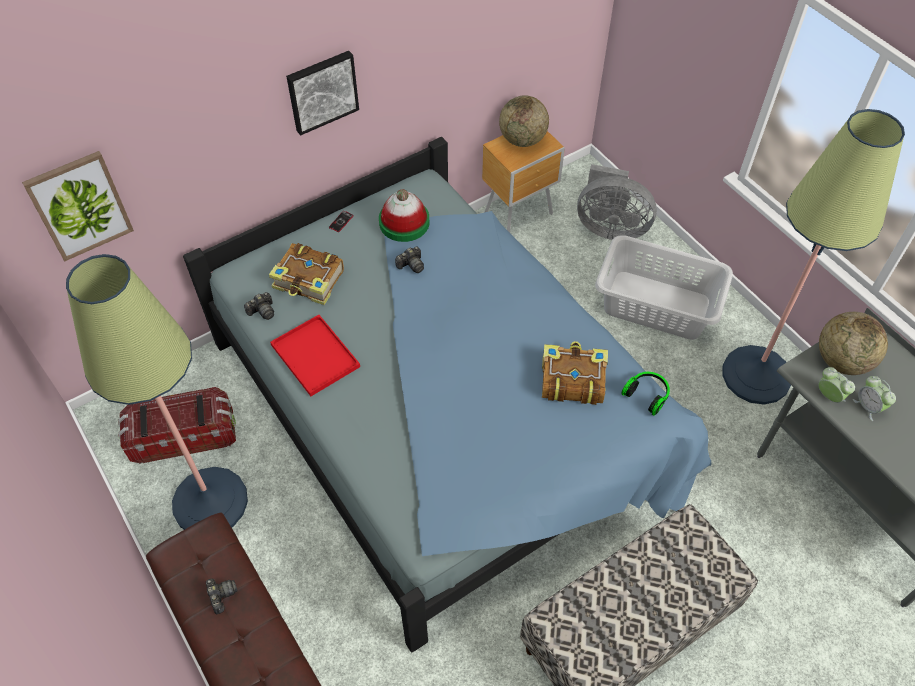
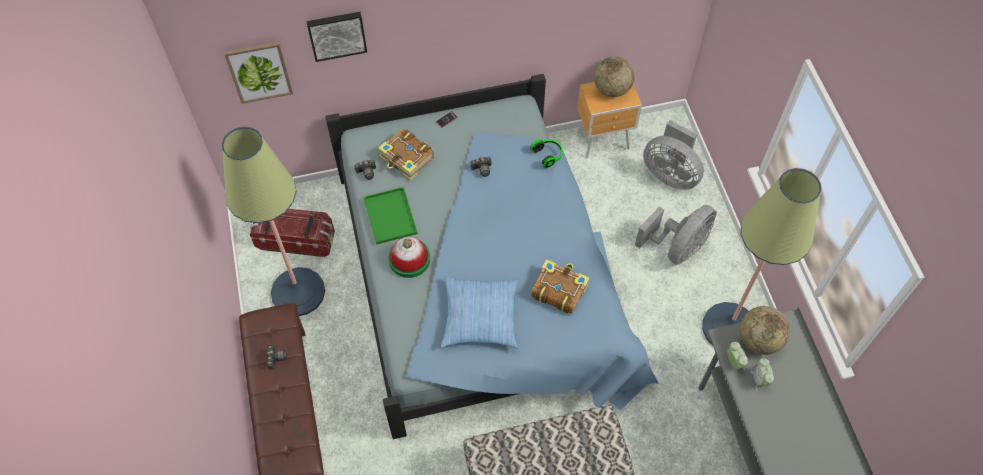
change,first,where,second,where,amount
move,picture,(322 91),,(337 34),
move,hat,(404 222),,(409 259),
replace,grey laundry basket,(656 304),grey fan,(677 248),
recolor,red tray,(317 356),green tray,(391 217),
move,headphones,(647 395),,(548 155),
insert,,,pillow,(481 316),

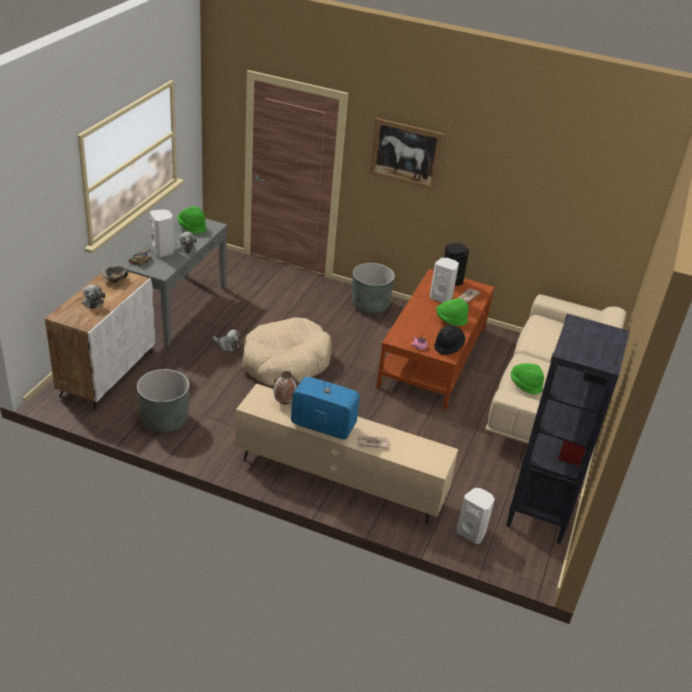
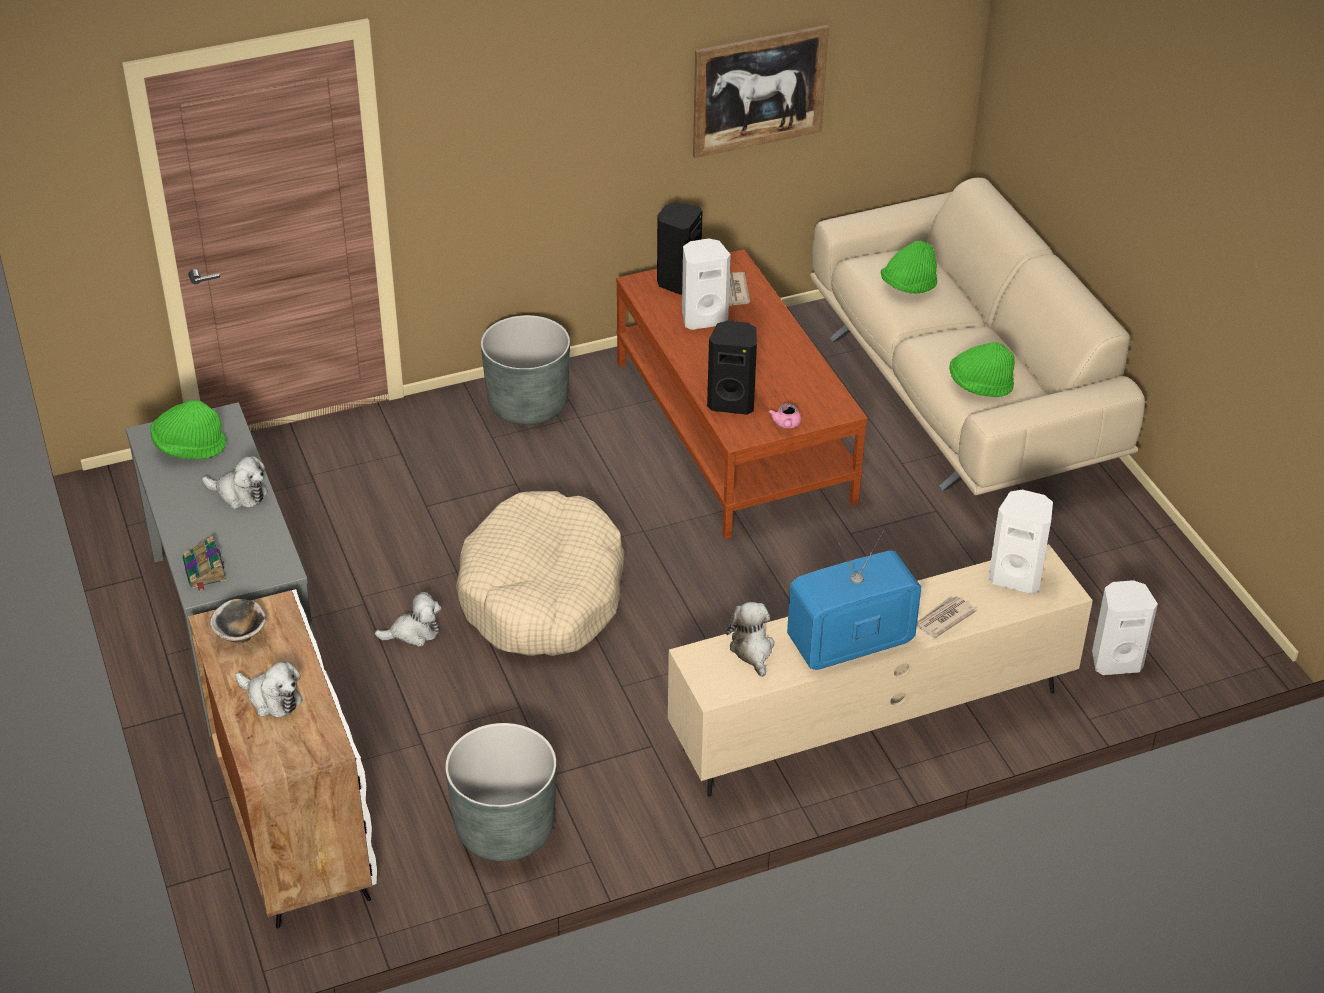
change,first,where,second,where,amount
move,picture,(405 153),,(759 90),
move,white speaker,(163 251),,(1016 576),
move,green hat,(450 320),,(908 286),
delete,black bookcase,(539 512),,,
delete,black hat,(448 346),,,
replace,vase,(284 403),plush toy,(752 650),
insert,,,black speaker,(732 402),

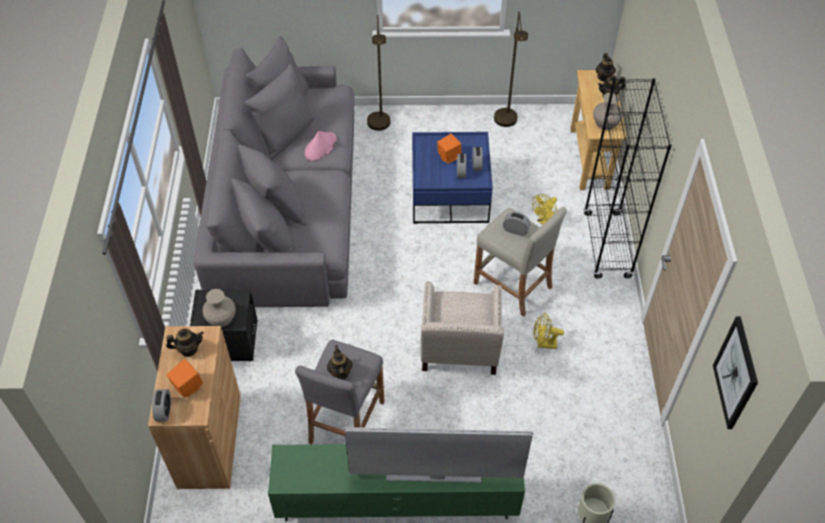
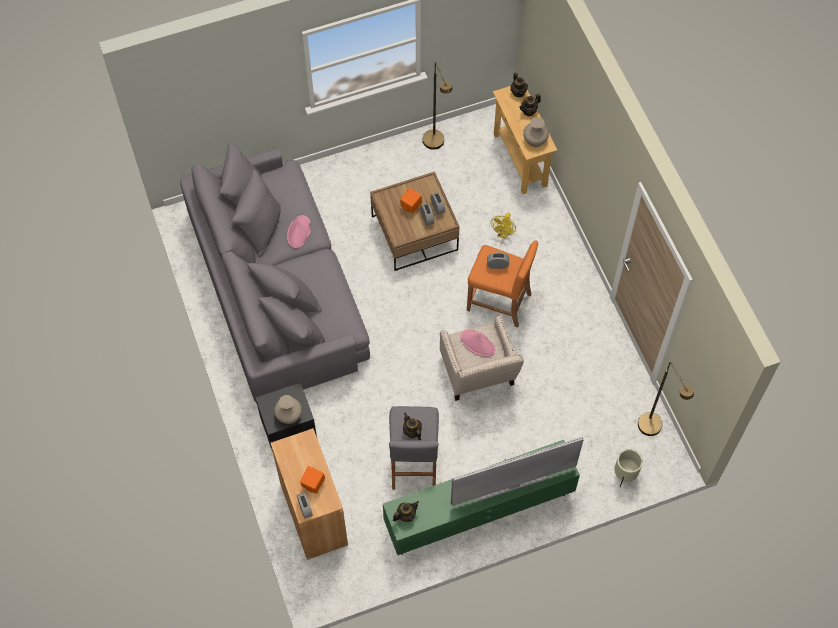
change,first,where,second,where,amount
move,brown floor lamp,(380 127),,(653 430),
delete,black bookcase,(607 245),,,
recolor,blue coffee table,(449 195),brown coffee table,(414 233),
recolor,beige stool,(512 285),orange stool,(499 302),
delete,yellow fan,(543 343),,,
delete,picture,(736 373),,,
move,teapot,(188 349),,(405 515),
insert,,,pink hat,(477 343),

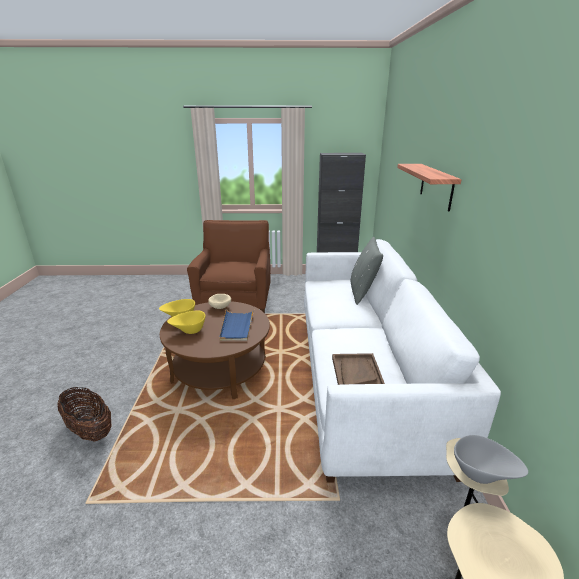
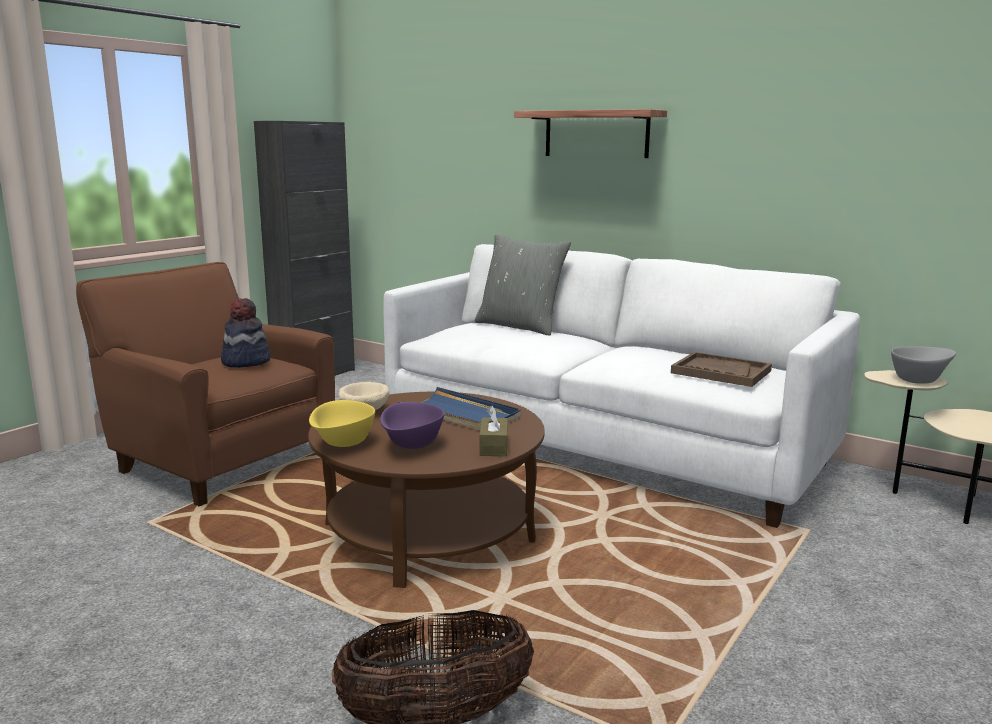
change,first,where,second,where,amount
recolor,yellow bowl,(189 330),purple bowl,(410 446),
insert,,,hat,(245 361),
insert,,,brown tissue box,(493 446),

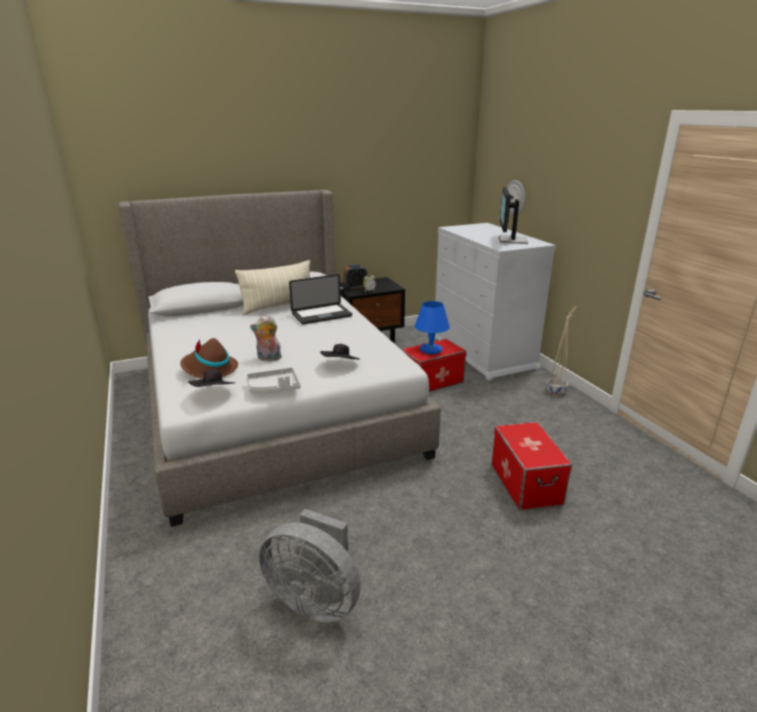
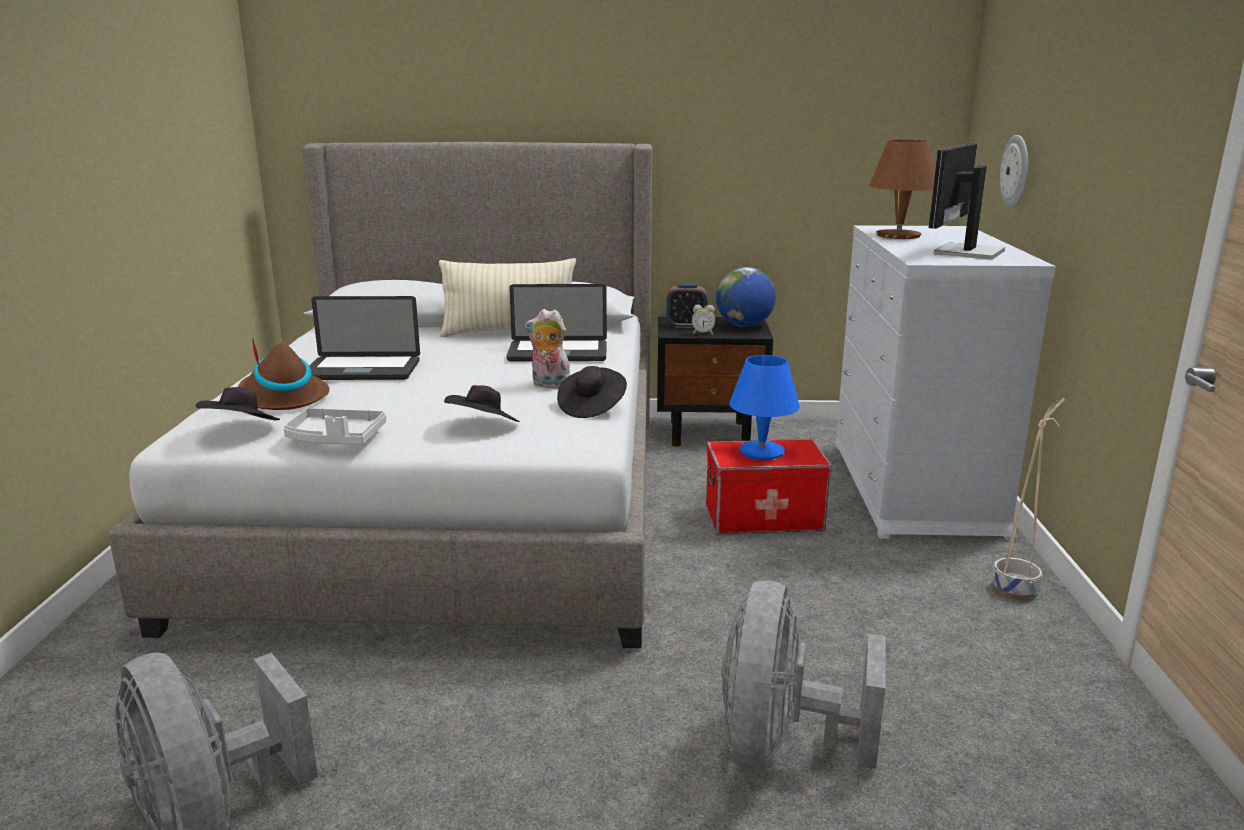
change,first,where,second,where,amount
move,plush toy,(268 359),,(549 385),
replace,storage box,(526 483),grey fan,(781 747),
insert,,,brown table lamp,(899 235),
insert,,,globe,(744 325),
insert,,,laptop,(362 370),
insert,,,black hat,(591 407),

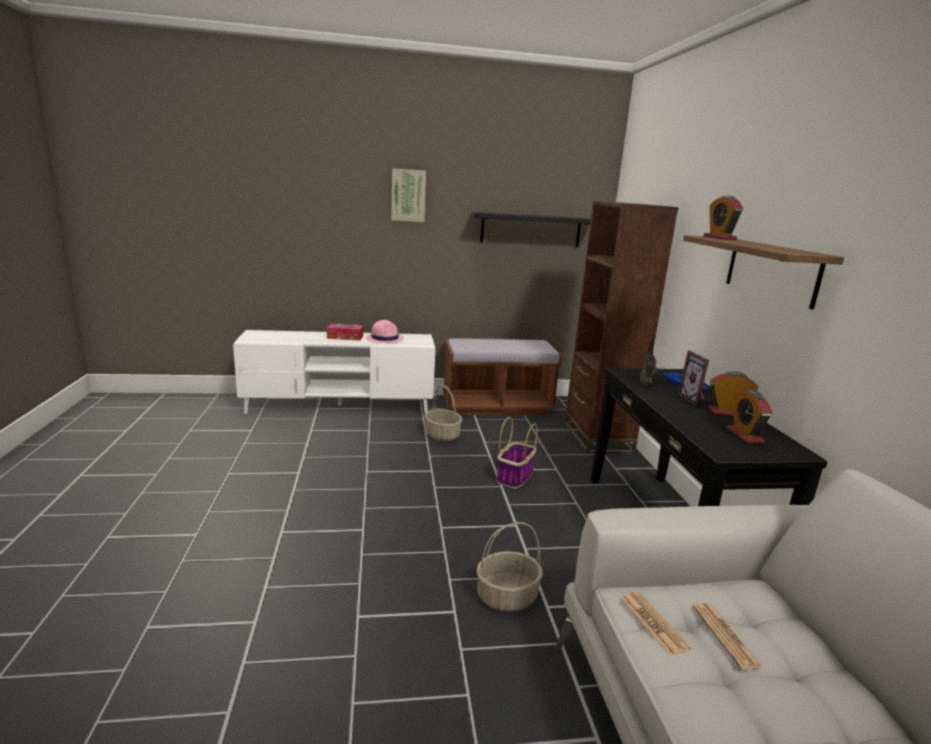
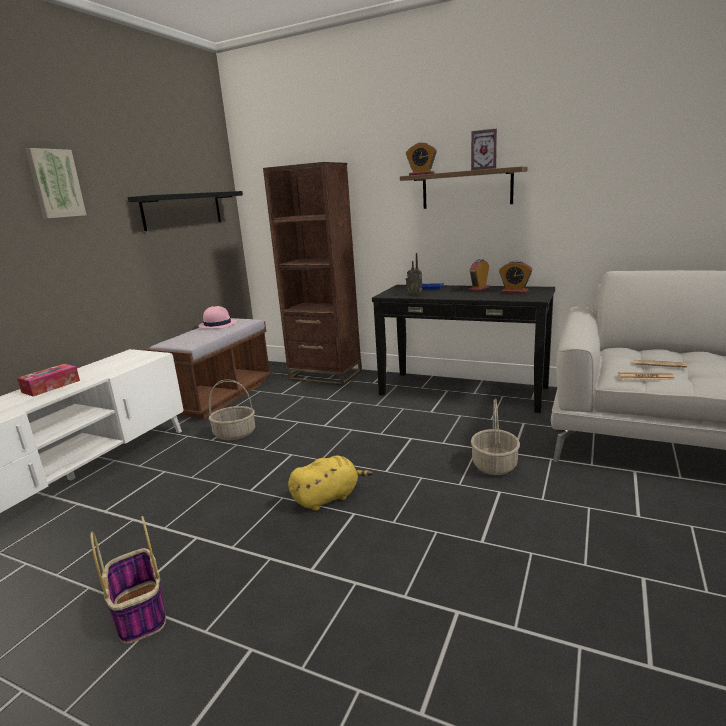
change,first,where,second,where,amount
move,pink hat,(385 338),,(217 324),
move,picture frame,(694 399),,(484 169),
move,basket,(514 476),,(139 611),
insert,,,yellow plush toy,(328 497),

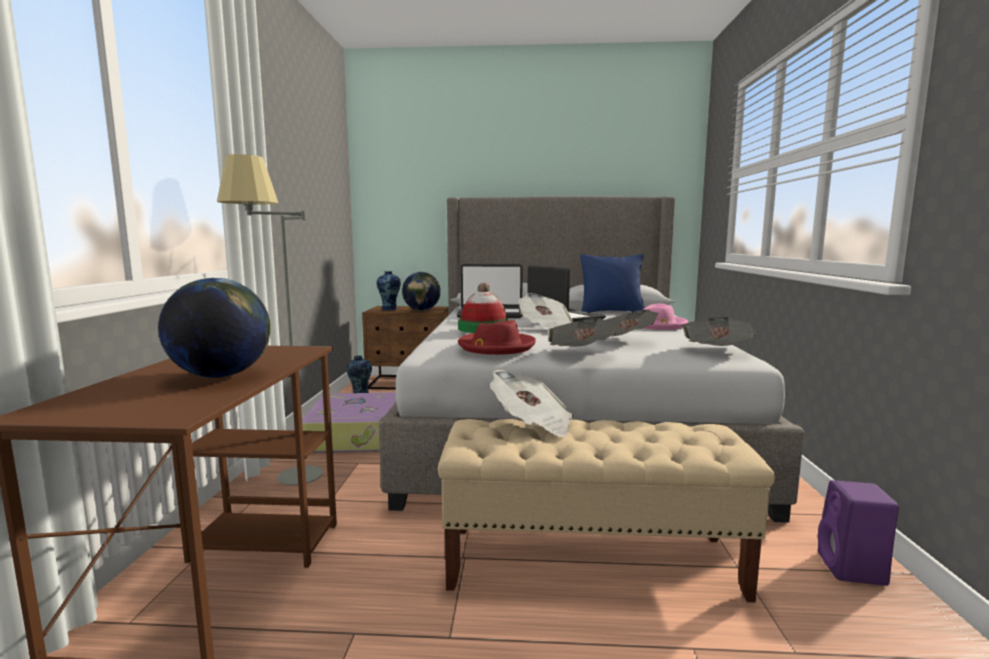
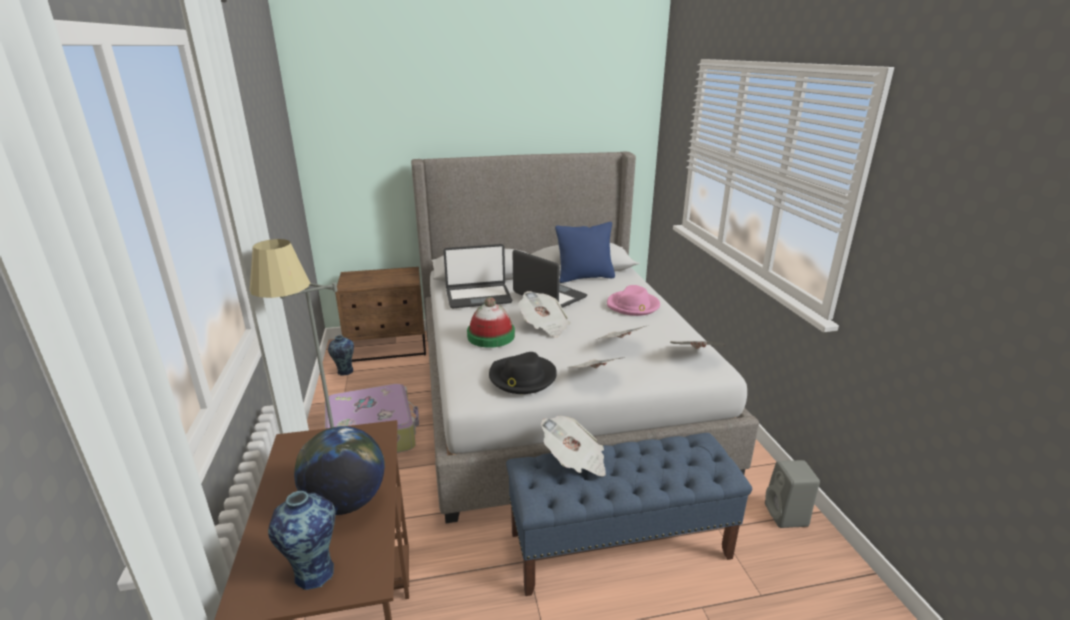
change,first,where,second,where,amount
move,vase,(389 309),,(314 571),
delete,globe,(421 310),,,
recolor,red hat,(496 347),black hat,(522 377),
recolor,beige bench,(592 561),blue bench,(620 545),
recolor,purple speaker,(853 570),grey speaker,(787 516),

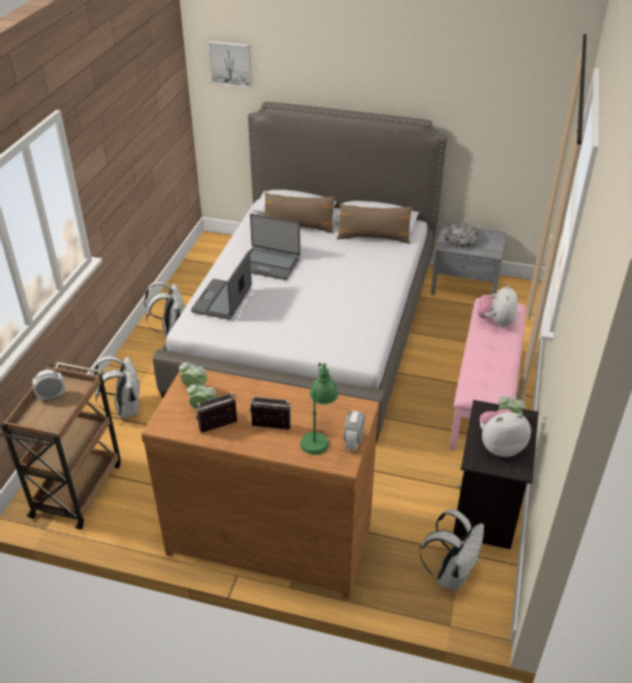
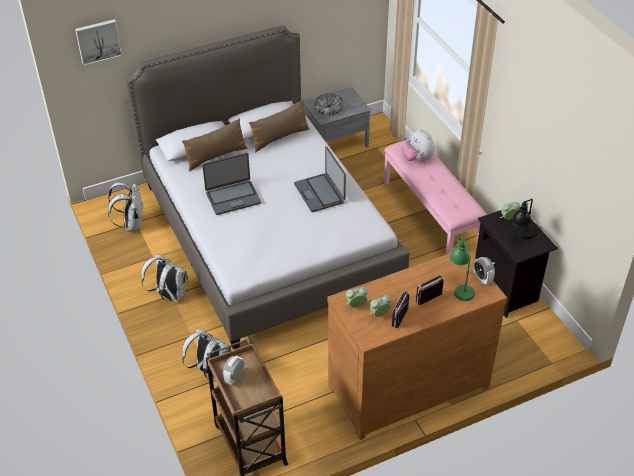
change,first,where,second,where,amount
move,laptop,(223 300),,(320 193),
replace,plush toy,(499 446),black table lamp,(521 237),
move,white backpack,(451 574),,(131 224),

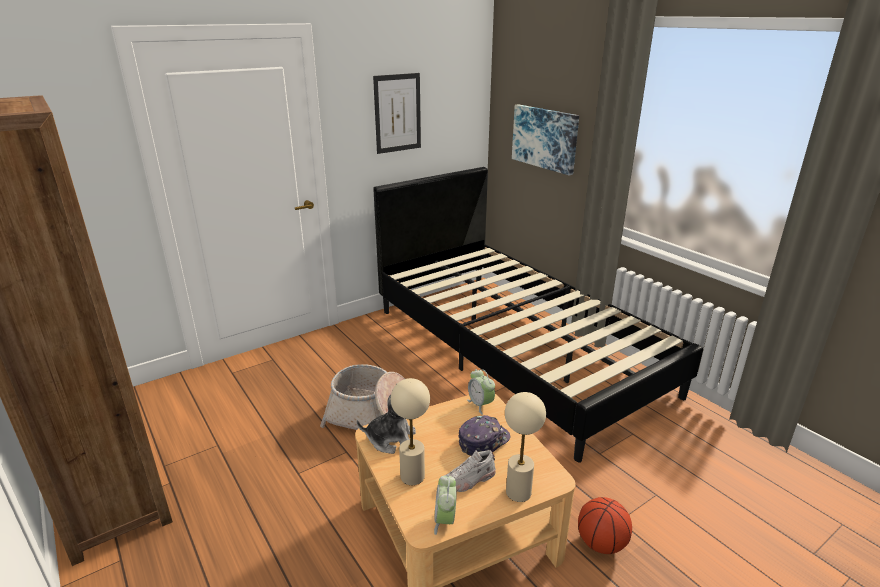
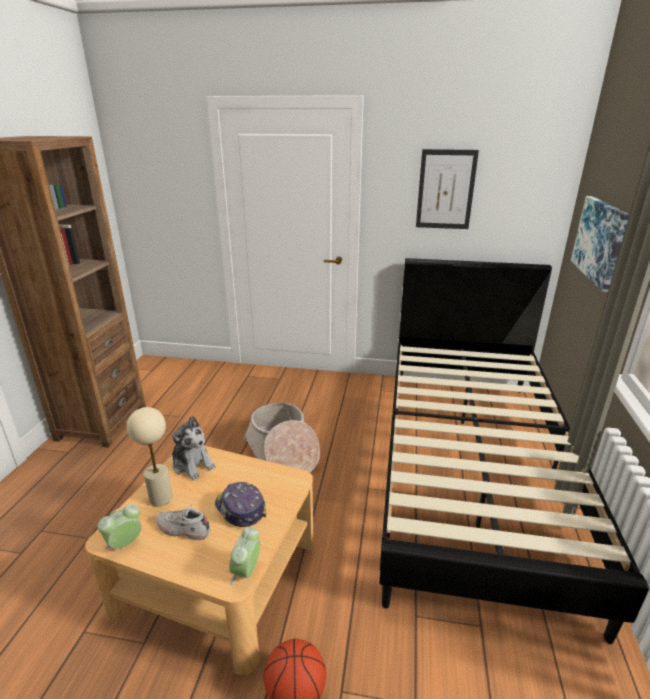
change,first,where,second,where,amount
move,alarm clock,(480 404),,(246 571),
delete,beige table lamp,(518 492),,,
rotate,cap,(483 441),,(240 509),135 degrees counterclockwise

